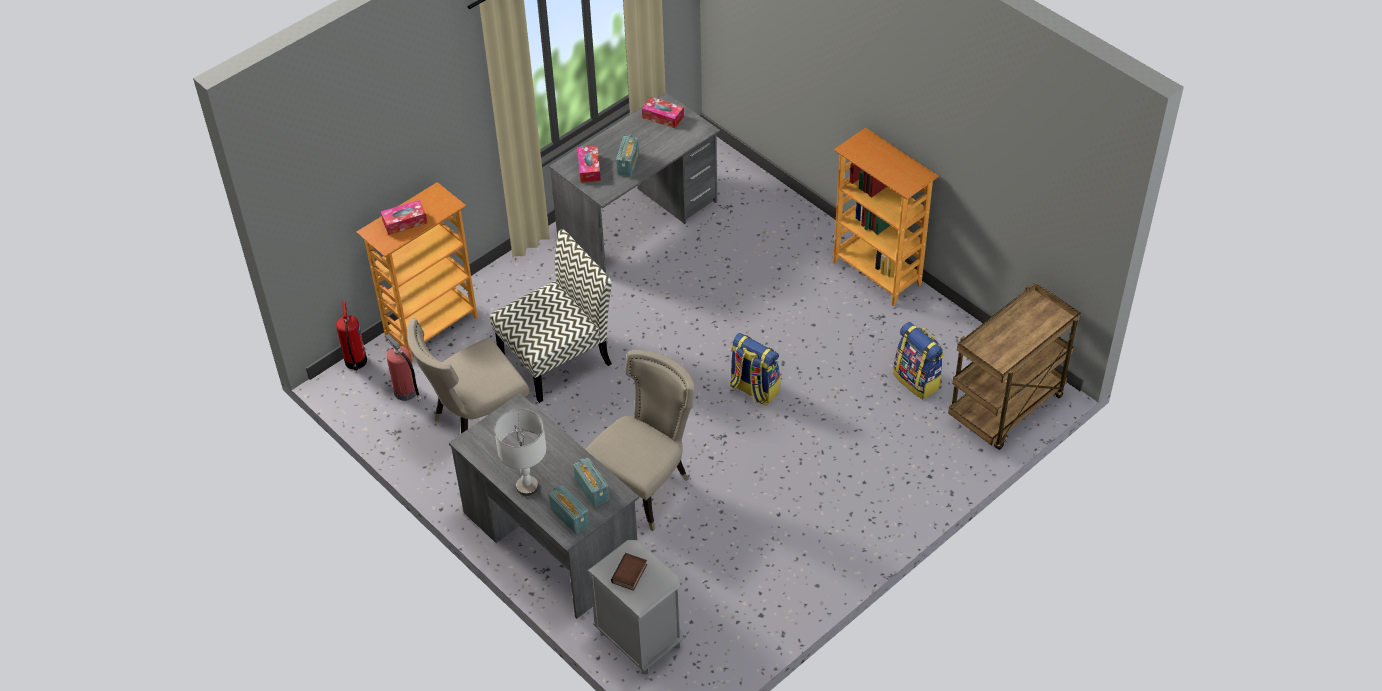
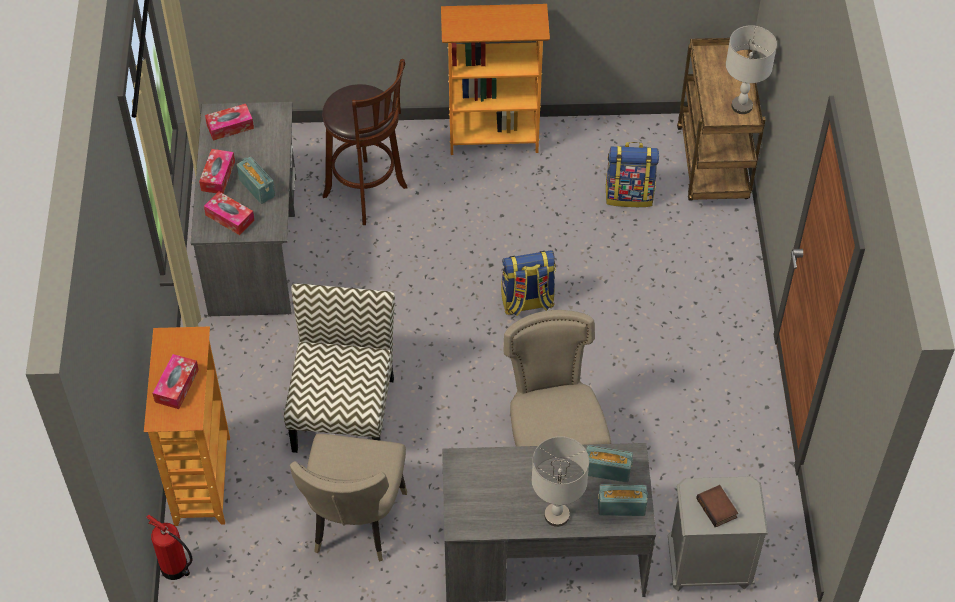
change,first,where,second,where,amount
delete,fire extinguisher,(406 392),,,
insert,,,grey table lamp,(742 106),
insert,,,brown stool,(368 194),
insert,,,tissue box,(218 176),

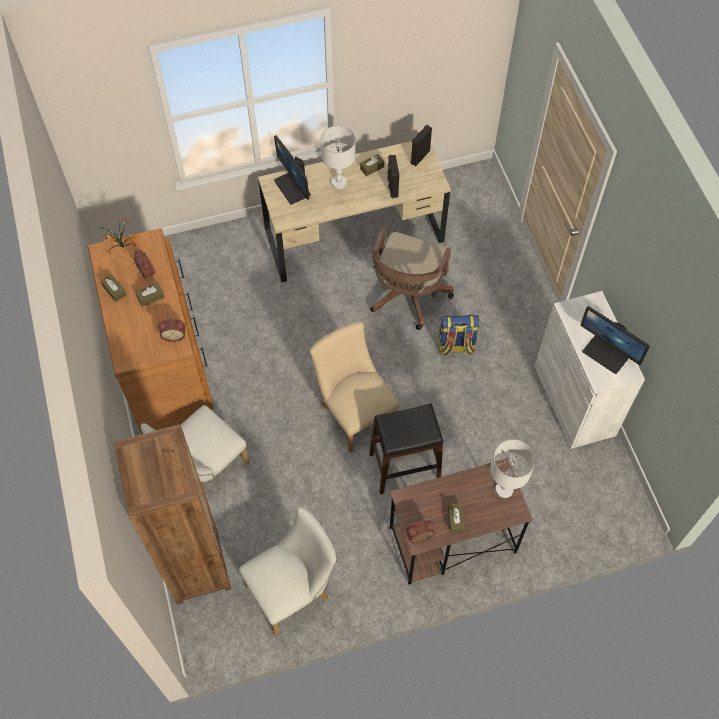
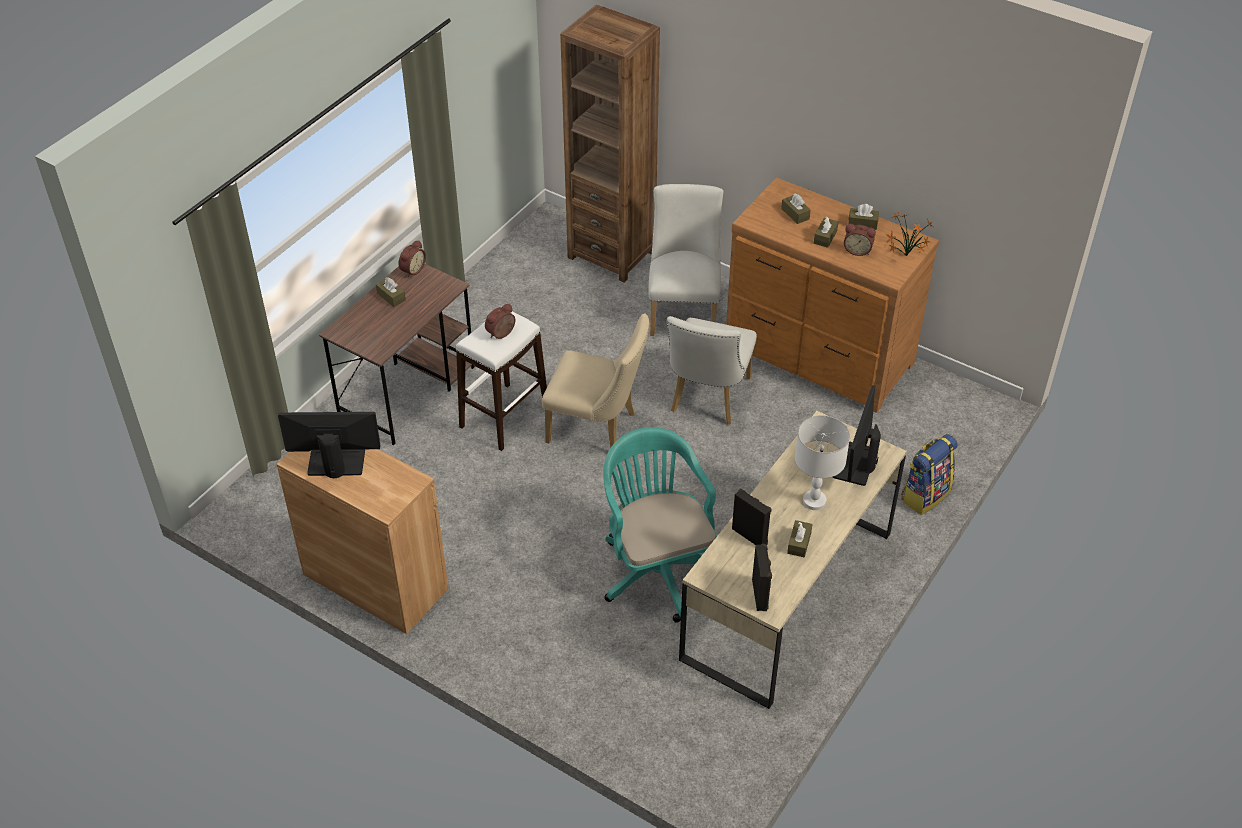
change,first,where,second,where,amount
rotate,monitor,(293 187),,(855 464),90 degrees counterclockwise
recolor,brown office chair,(407 297),turquoise office chair,(656 568),
recolor,white cabinet,(574 400),brown cabinet,(375 581),
move,backpack,(455 346),,(925 495),
move,alarm clock,(174 335),,(502 334),
recolor,black stool,(405 466),white stool,(504 417),
delete,white table lamp,(504 489),,,
move,white chair,(293 590),,(707 399),
insert,,,brown tissue box,(795 214),

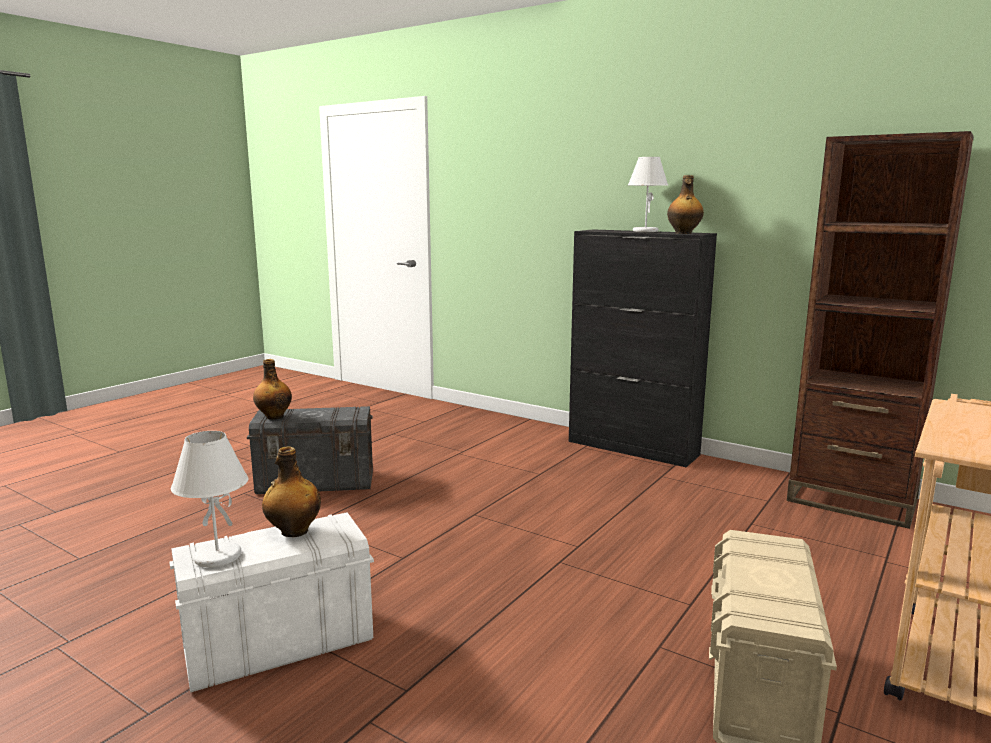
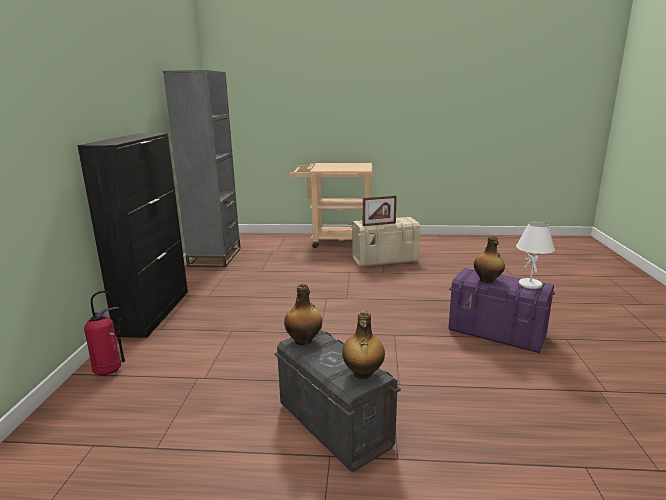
change,first,where,second,where,amount
recolor,brown bookcase,(851 501),grey bookcase,(215 257),
delete,white table lamp,(645 231),,,
move,bottle,(683 233),,(304 341),
recolor,white storage box,(278 645),purple storage box,(497 333),
insert,,,picture frame,(379 224),
insert,,,fire extinguisher,(109 370),

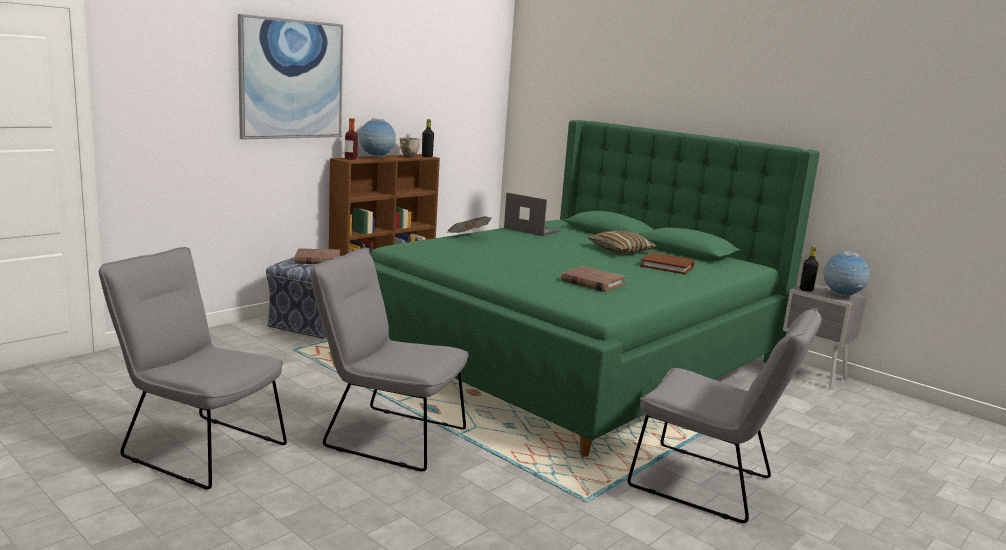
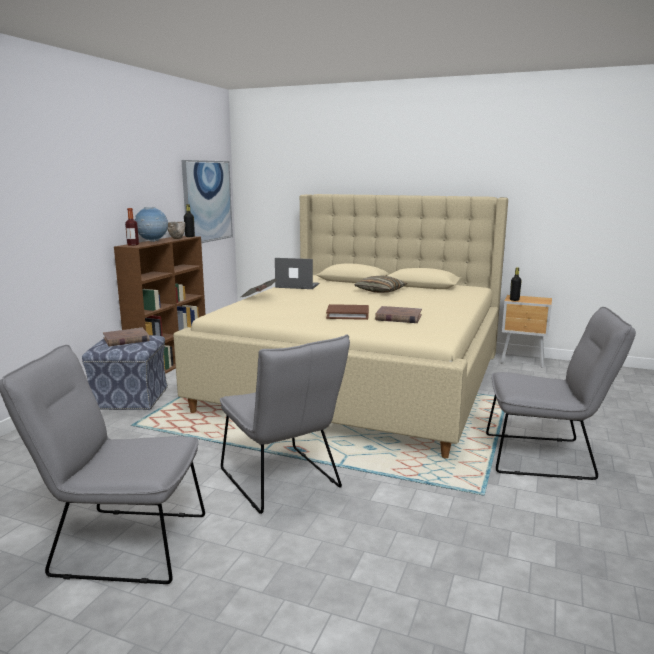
change,first,where,second,where,amount
move,picture,(291 79),,(207 201),
recolor,green bed,(575 355),beige bed,(361 380),
rotate,grey chair,(387 436),,(283 482),120 degrees counterclockwise
delete,globe,(842 296),,,
move,brown book,(667 266),,(348 314),
recolor,grey nightstand,(813 376),brown nightstand,(523 361),

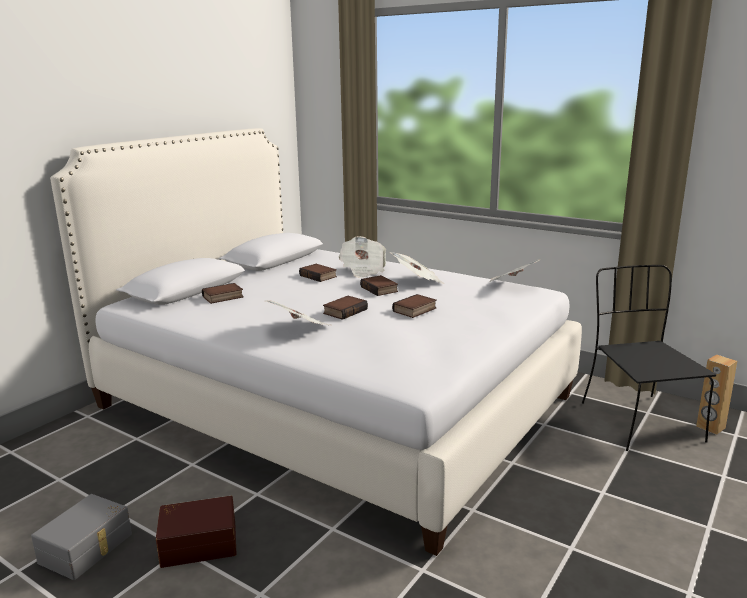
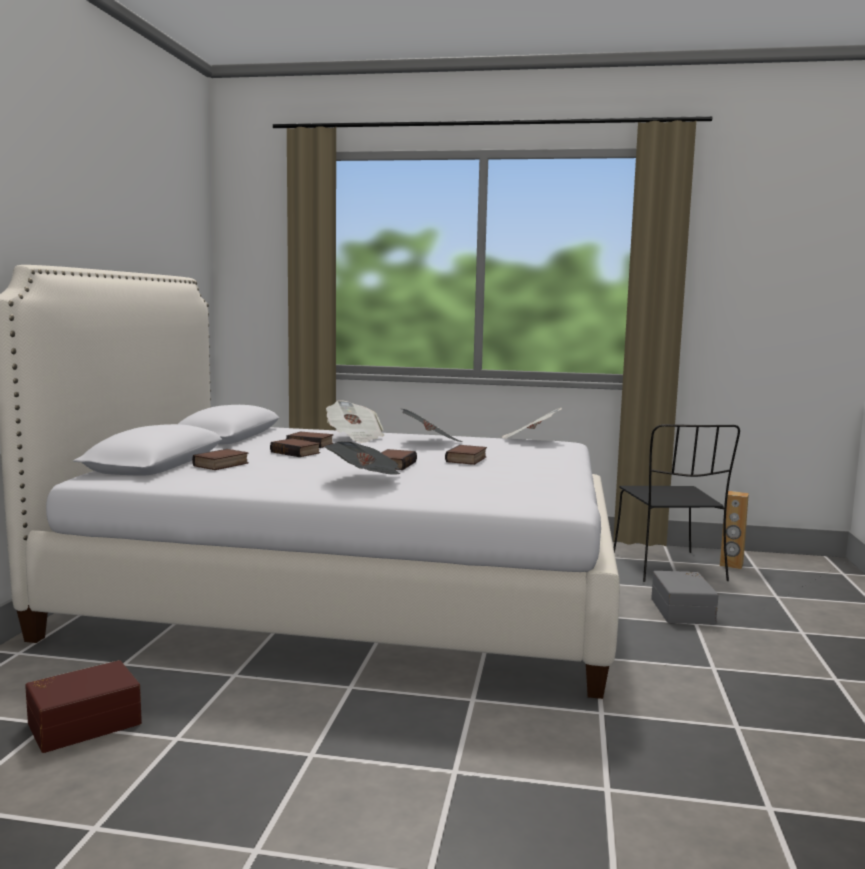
change,first,where,second,where,amount
rotate,black chair,(638 420),,(669 568),150 degrees counterclockwise
move,book,(380 289),,(296 452),
move,grey storage box,(87 548),,(684 611),
move,brown storage box,(199 542),,(84 722),

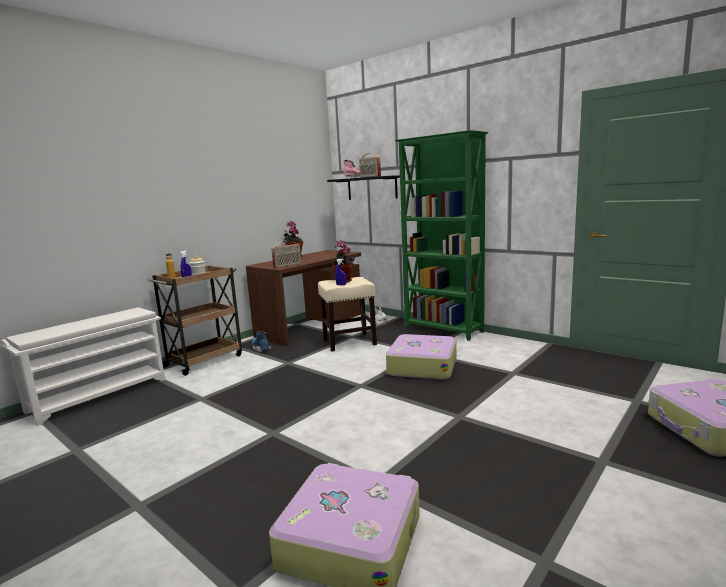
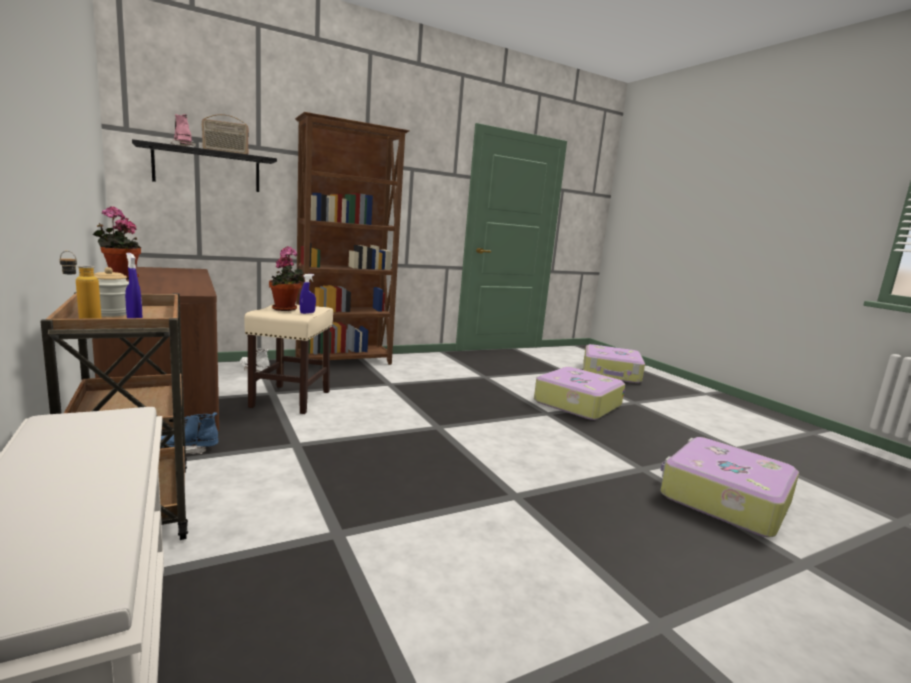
change,first,where,second,where,amount
recolor,green bookcase,(443 330),brown bookcase,(345 362),
delete,radio,(287 266),,,
move,suitcase,(422 366),,(576 403),

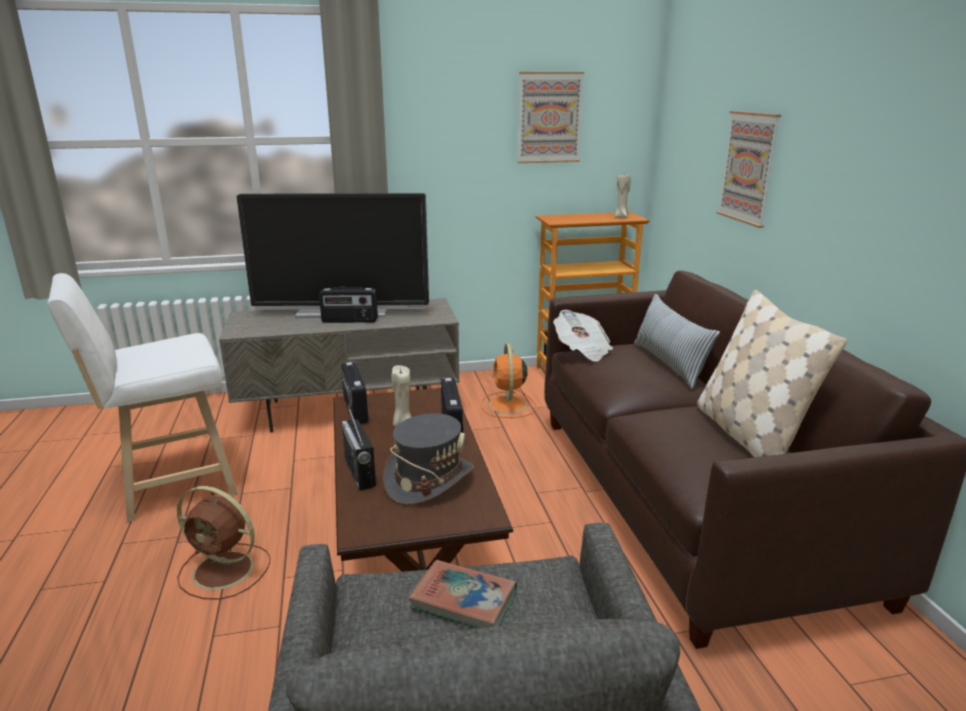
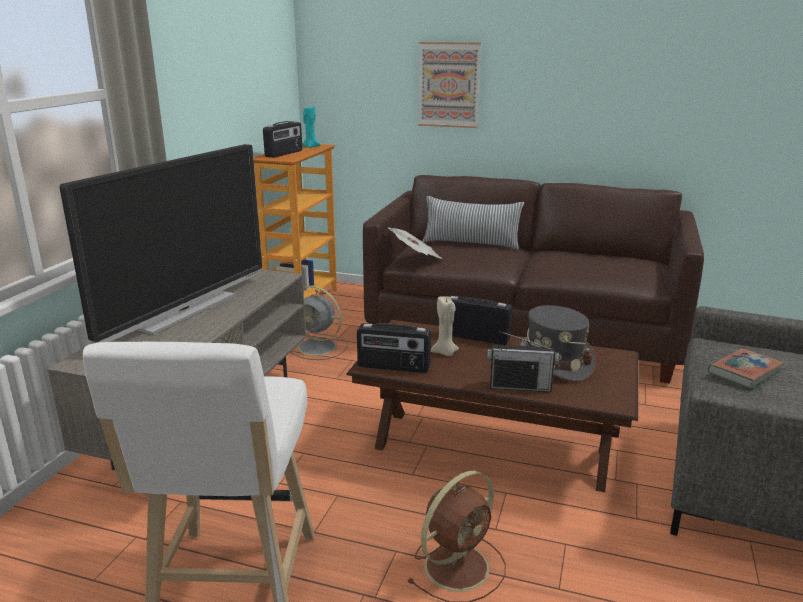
change,first,where,second,where,amount
delete,picture,(549 118),,,
recolor,beige candle,(621 217),turquoise candle,(311 147),
move,radio,(349 321),,(284 154),
delete,beige pillow,(749 435),,,
recolor,orange fan,(508 406),grey fan,(319 347),

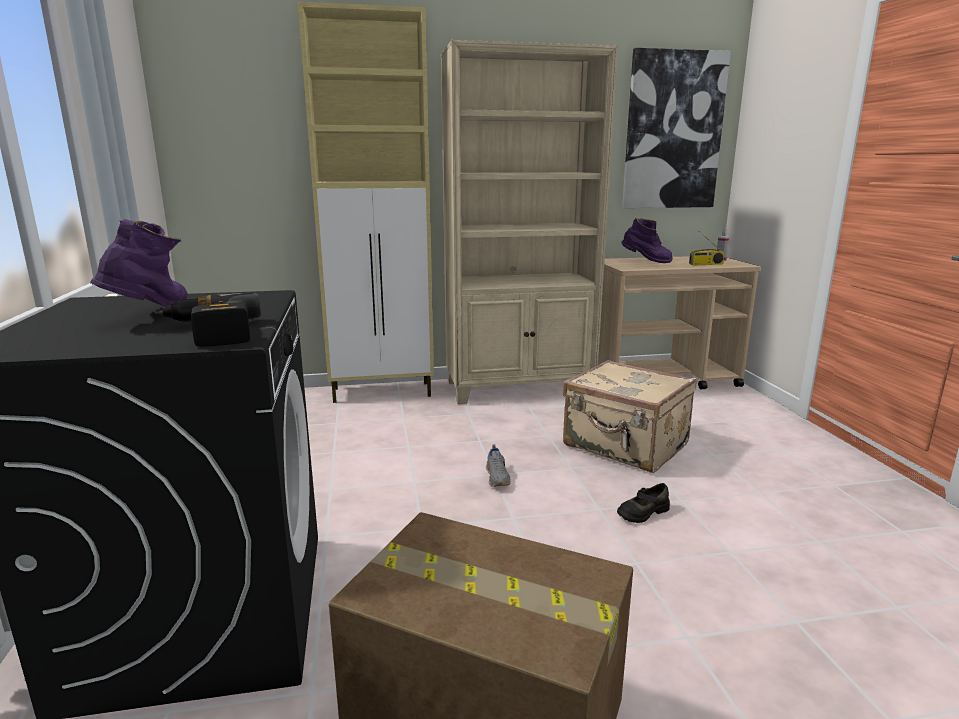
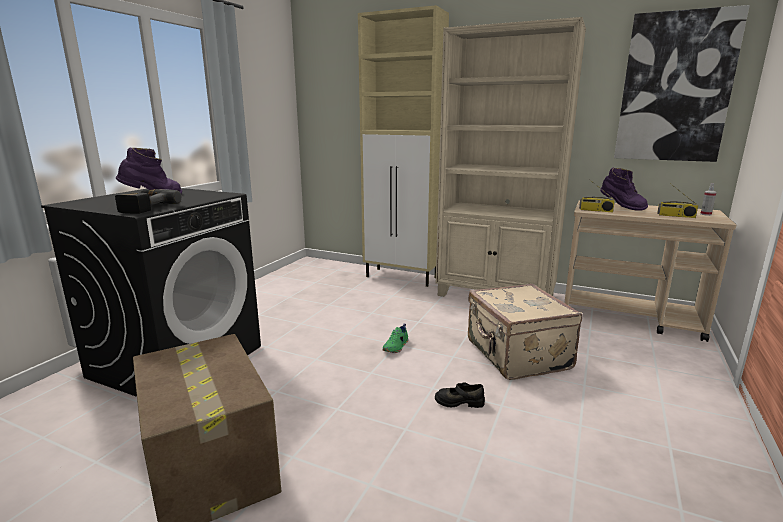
change,first,where,second,where,amount
recolor,grey shoe,(498 478),green shoe,(396 347),
insert,,,radio,(595 210),

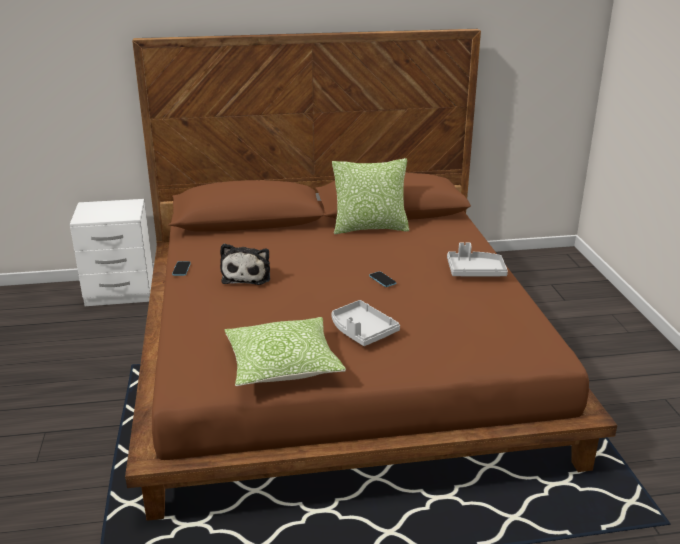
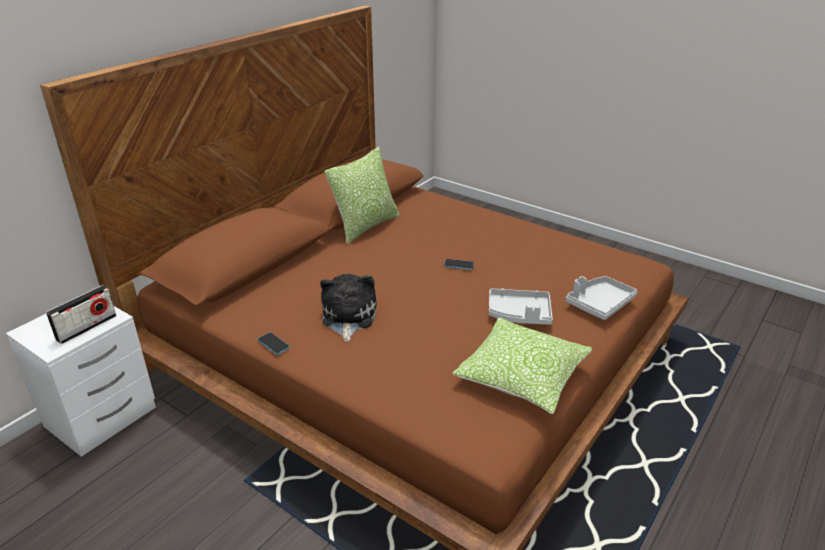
change,first,where,second,where,amount
rotate,plush toy,(247 275),,(348 317),135 degrees counterclockwise
move,grey tray,(475 271),,(599 304),
insert,,,radio,(86 327),

